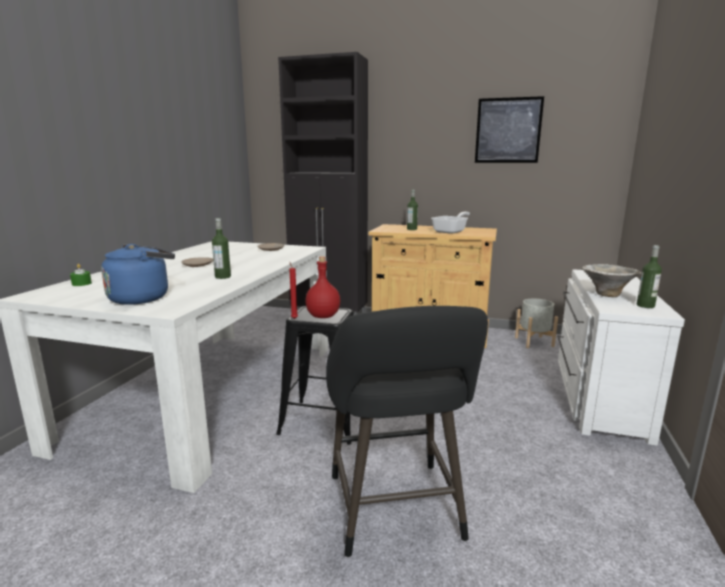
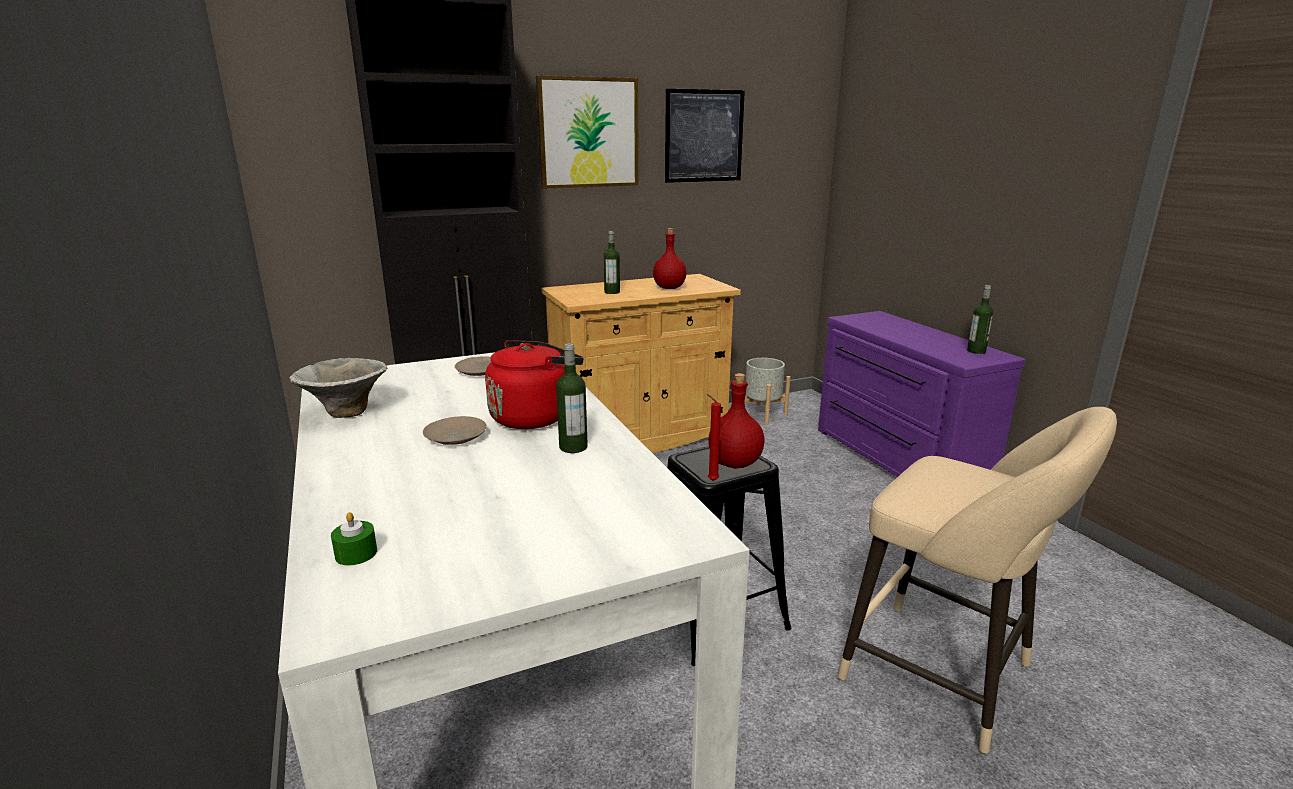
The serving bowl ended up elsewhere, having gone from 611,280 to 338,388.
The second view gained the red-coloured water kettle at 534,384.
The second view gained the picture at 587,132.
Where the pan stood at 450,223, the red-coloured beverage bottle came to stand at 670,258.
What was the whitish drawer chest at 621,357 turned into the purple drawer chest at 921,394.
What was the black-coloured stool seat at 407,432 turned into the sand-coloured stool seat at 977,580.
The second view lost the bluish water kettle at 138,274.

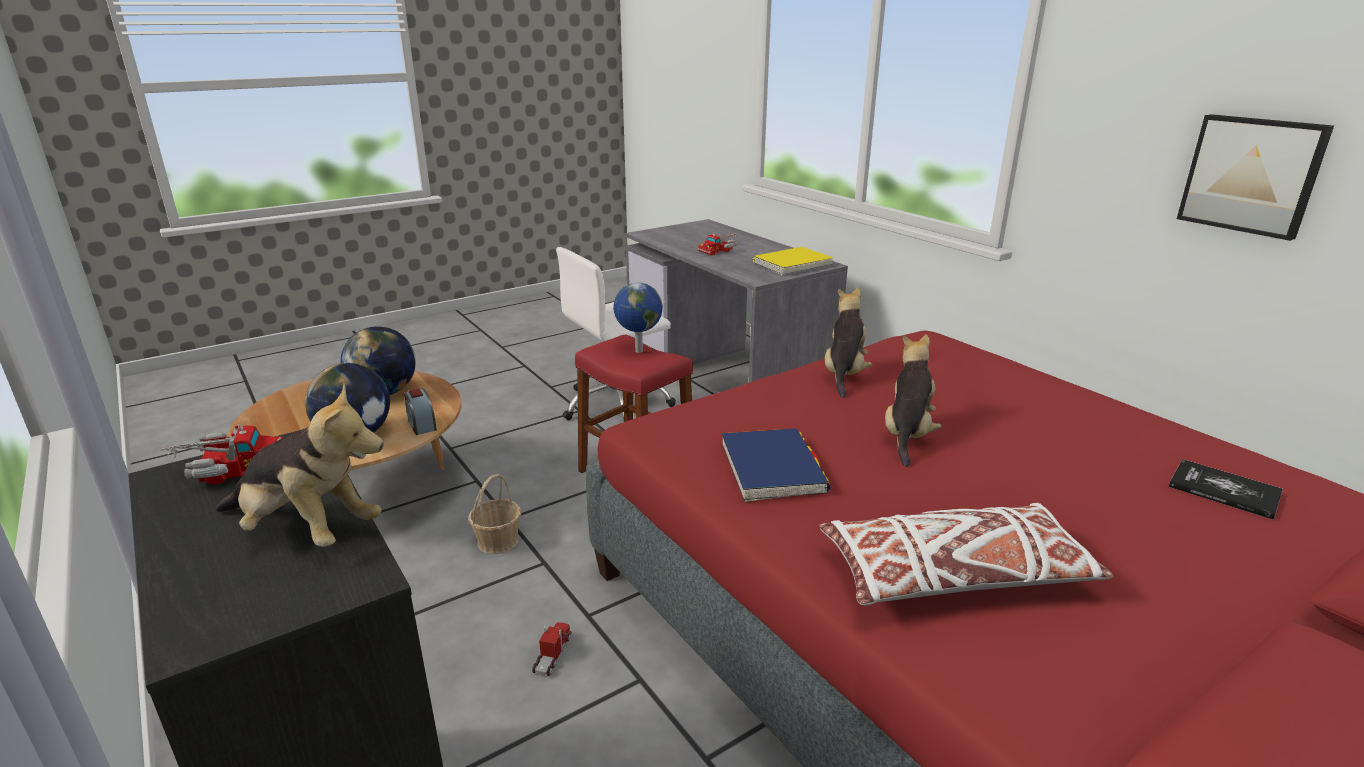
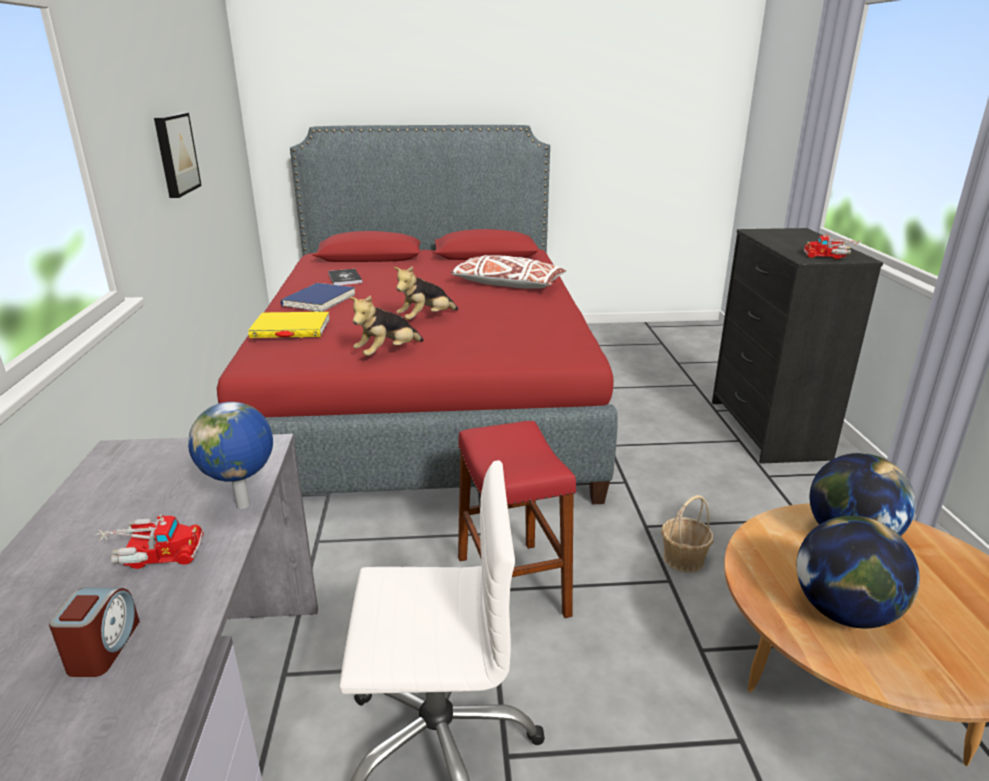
The alarm clock ended up elsewhere, having gone from 420,411 to 94,632.
The desk globe ended up elsewhere, having gone from 638,318 to 230,455.
The yellow bound book ended up elsewhere, having gone from 793,261 to 289,325.
The bluish bound book ended up elsewhere, having gone from 775,465 to 317,297.
The second view lost the plush toy at 300,465.
The second view lost the toy truck at 552,649.

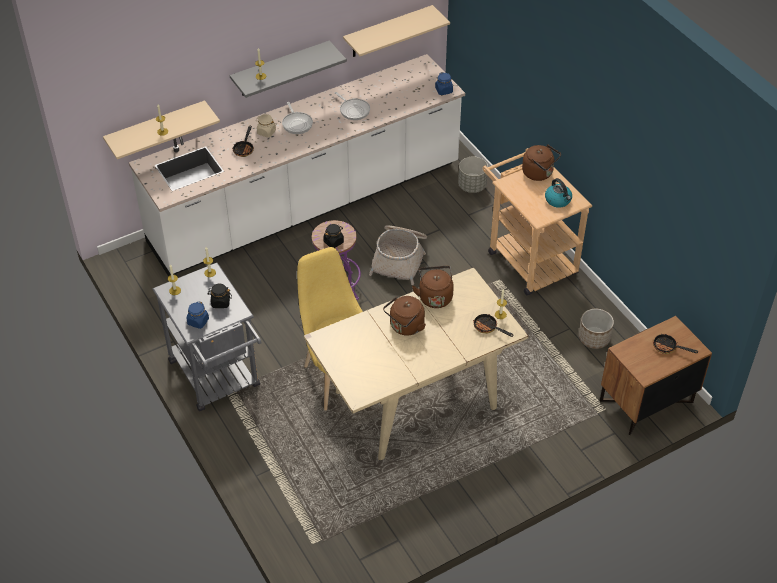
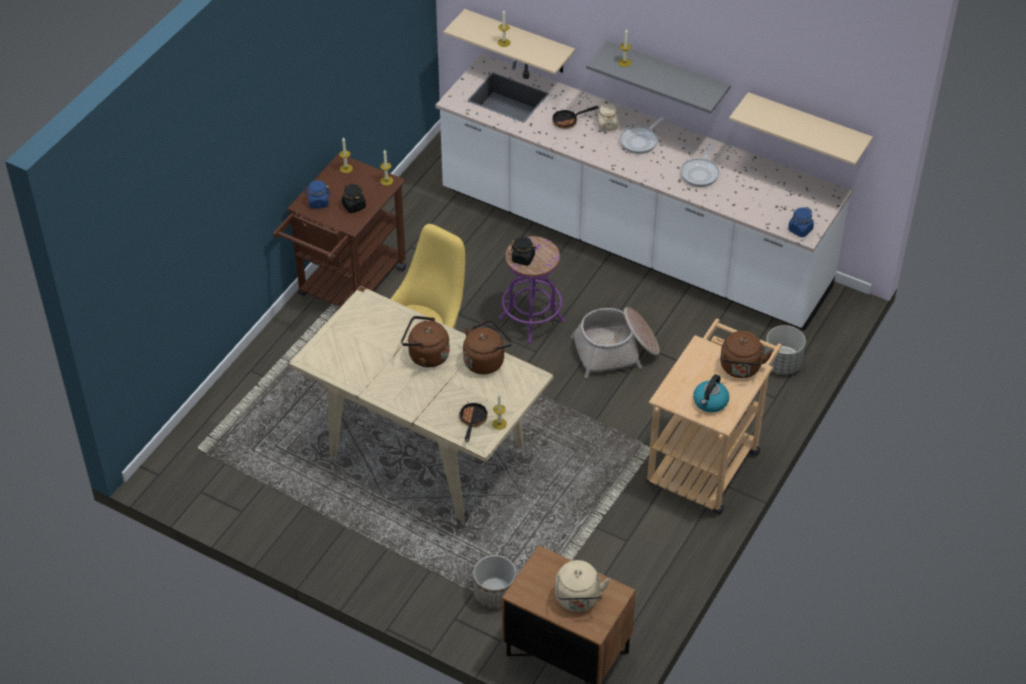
What was the grey wheeled cart at 206,337 turned into the brownish wheeled cart at 339,230.
The planter ended up elsewhere, having gone from 596,329 to 494,582.
Where the pan stood at 675,343, the sand-coloured water kettle came to stand at 582,586.

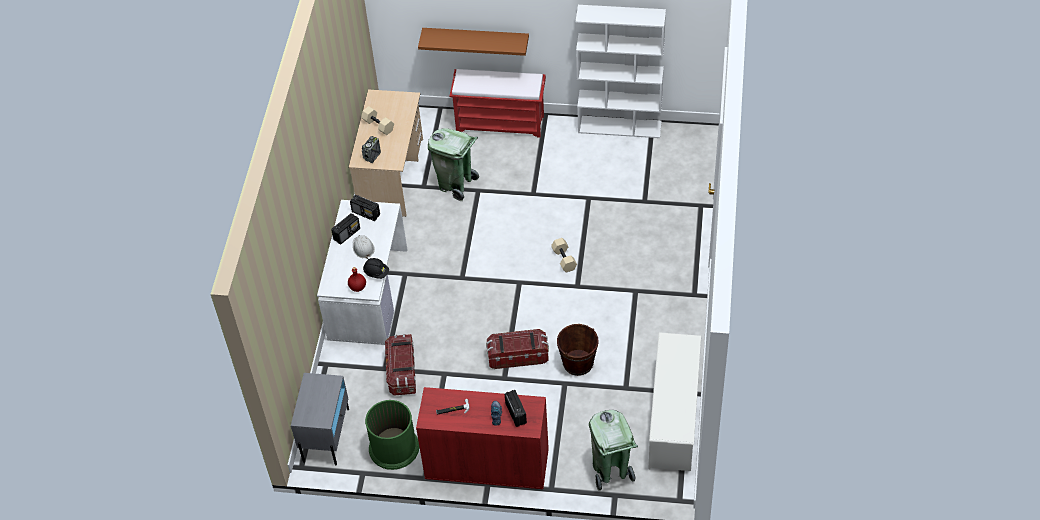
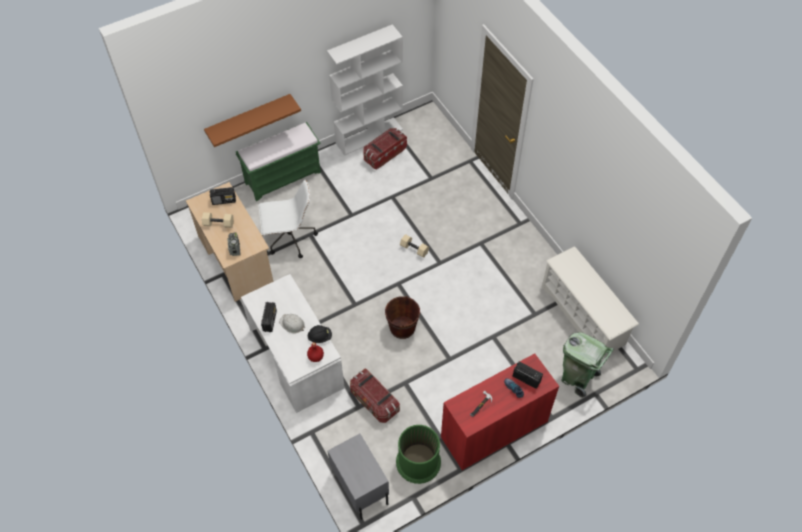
The radio ended up elsewhere, having gone from 365,208 to 223,196.
What was the red-coloured indoor bench at 497,103 turned into the greenish indoor bench at 278,161.
Where the greenish waste bin stood at 453,164, the whitish desk chair came to stand at 288,219.
The storage box ended up elsewhere, having gone from 517,349 to 385,149.
The brownish pail ended up elsewhere, having gone from 578,350 to 402,317.

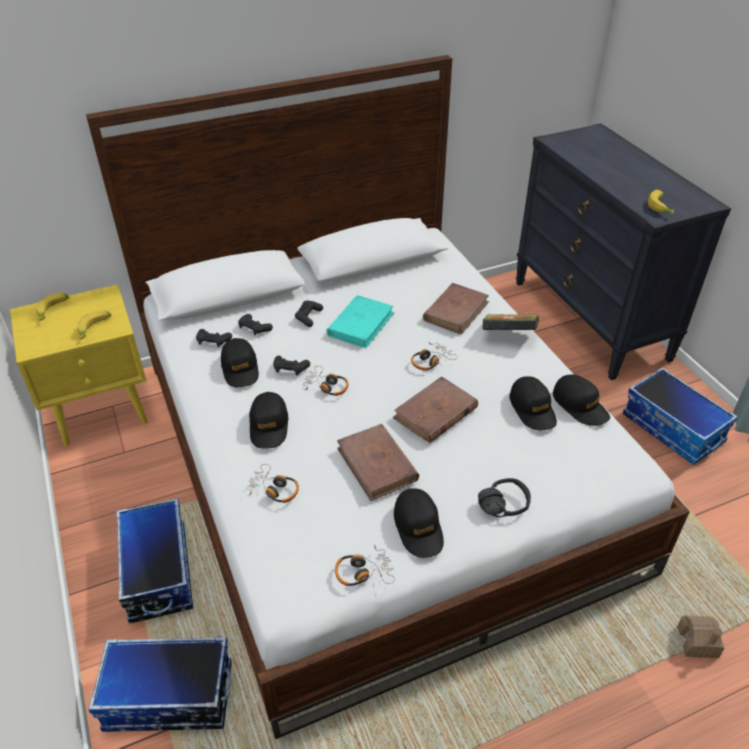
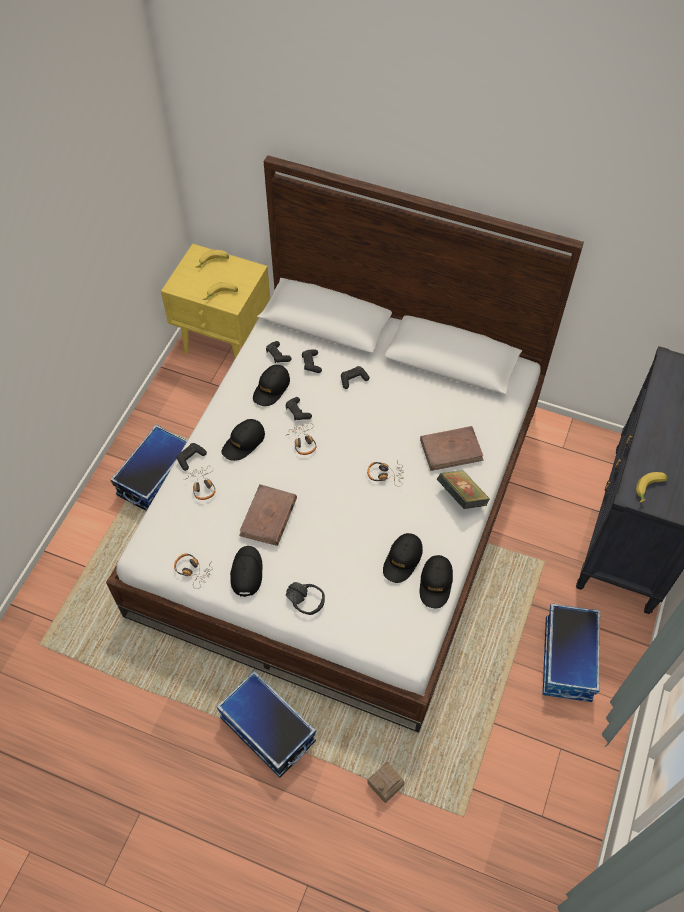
The second view gained the black-coloured game controller at 191,457.
The storage box ended up elsewhere, having gone from 160,684 to 266,724.
The black-coloured peaked cap at 419,523 ended up facing another way, 150 degrees clockwise from before.
The second view lost the turquoise bound book at 360,321.
The second view lost the brownish bound book at 435,409.

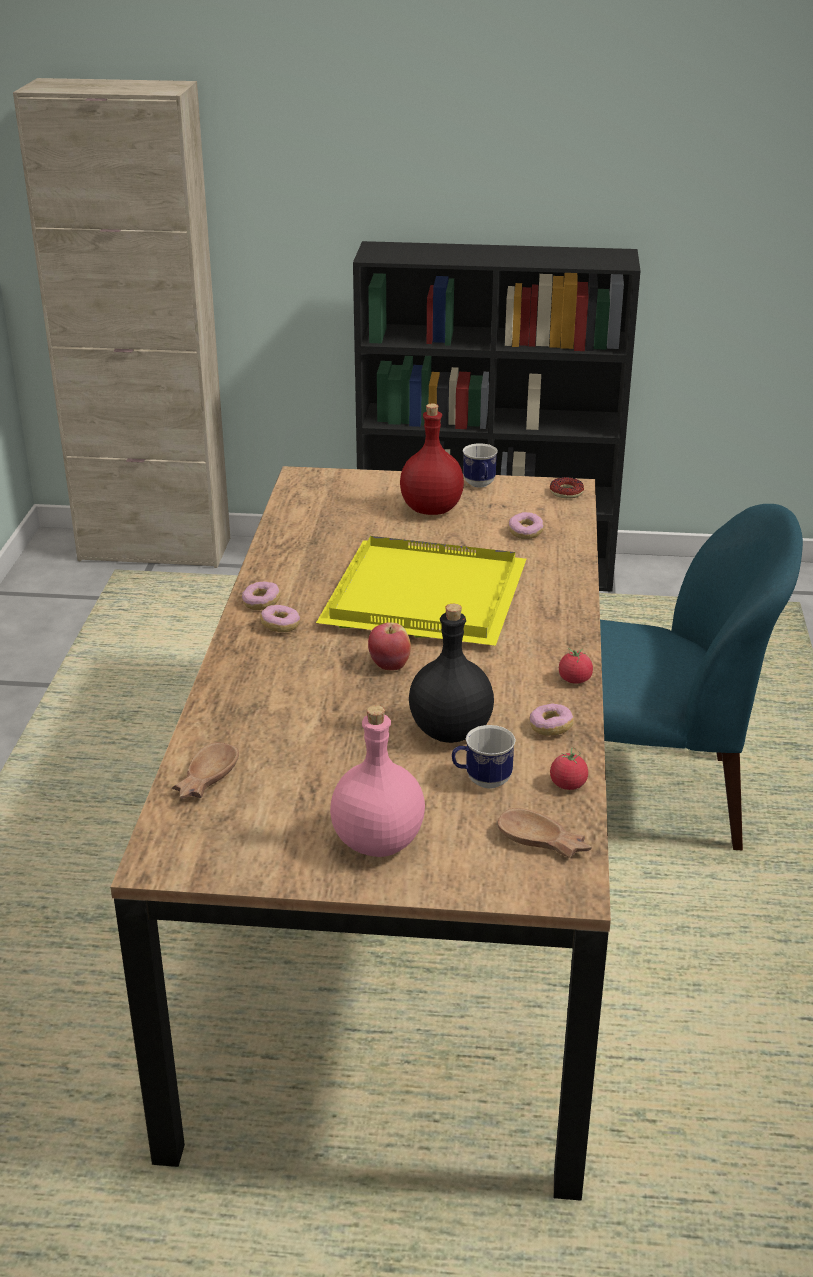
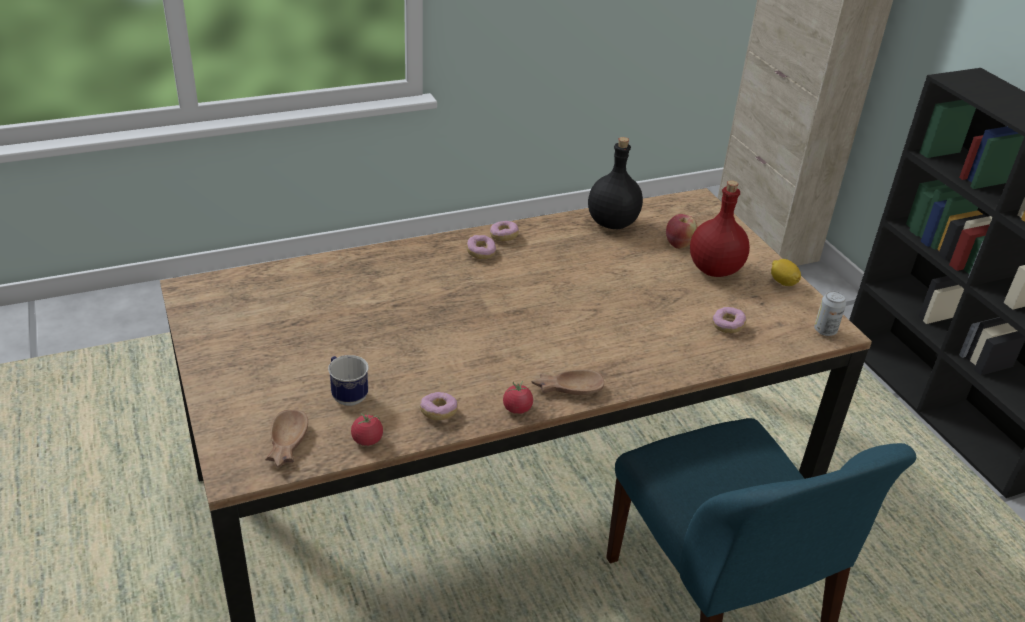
The brownish serving bowl ended up elsewhere, having gone from 205,770 to 567,382.
The black-coloured beverage bottle ended up elsewhere, having gone from 451,673 to 615,183.
The whole apple ended up elsewhere, having gone from 389,646 to 681,231.
Where the mug stood at 480,465, the lemon came to stand at 786,272.
Where the ring doughnut stood at 567,488, the sealed can came to stand at 830,313.
The second view lost the yellow carrying tray at 421,591.
The second view lost the pink beverage bottle at 377,781.

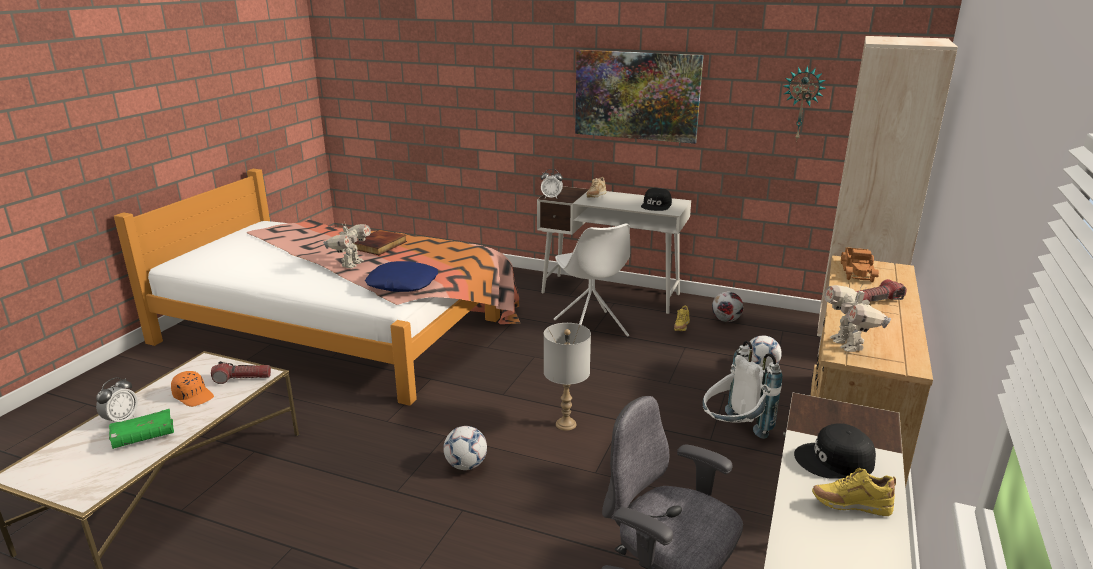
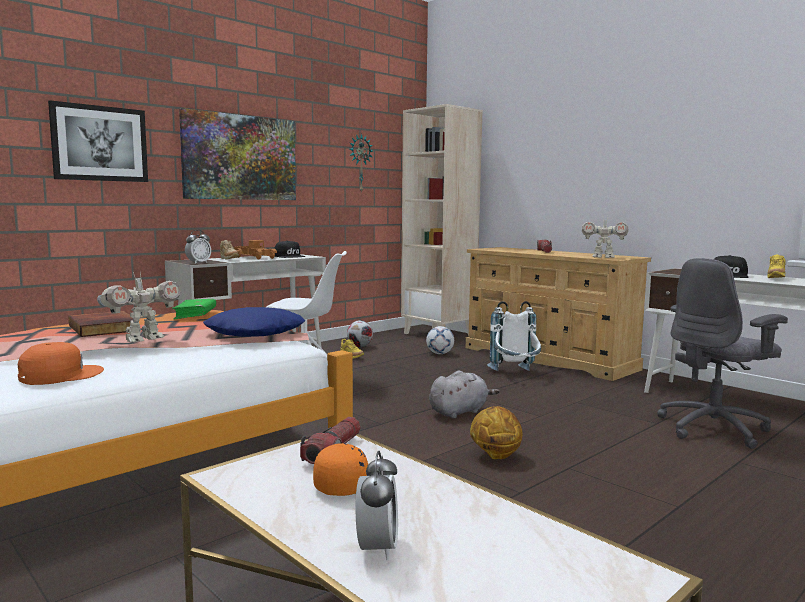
The second view gained the orange peaked cap at 61,363.
The second view gained the picture at 98,141.
The toy robot at 347,244 ended up facing another way, 90 degrees clockwise from before.
The greenish bound book ended up elsewhere, having gone from 141,429 to 194,309.
The toy truck ended up elsewhere, having gone from 860,264 to 255,250.
The alarm clock at 117,399 ended up facing another way, 45 degrees clockwise from before.
Where the grey lamp for a table stood at 567,377, the grey plush toy came to stand at 464,395.
Where the football ball stood at 465,448, the ball for basketball came to stand at 496,432.

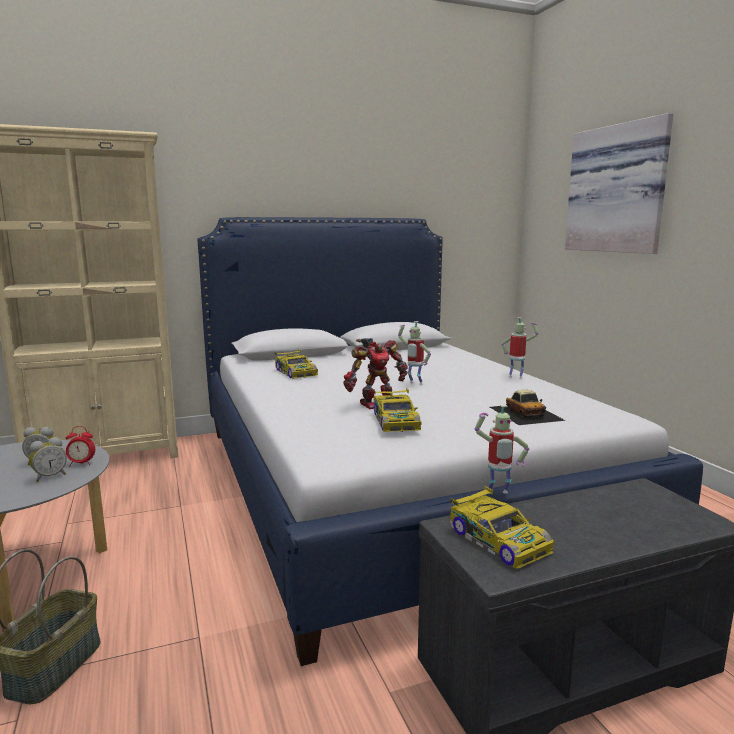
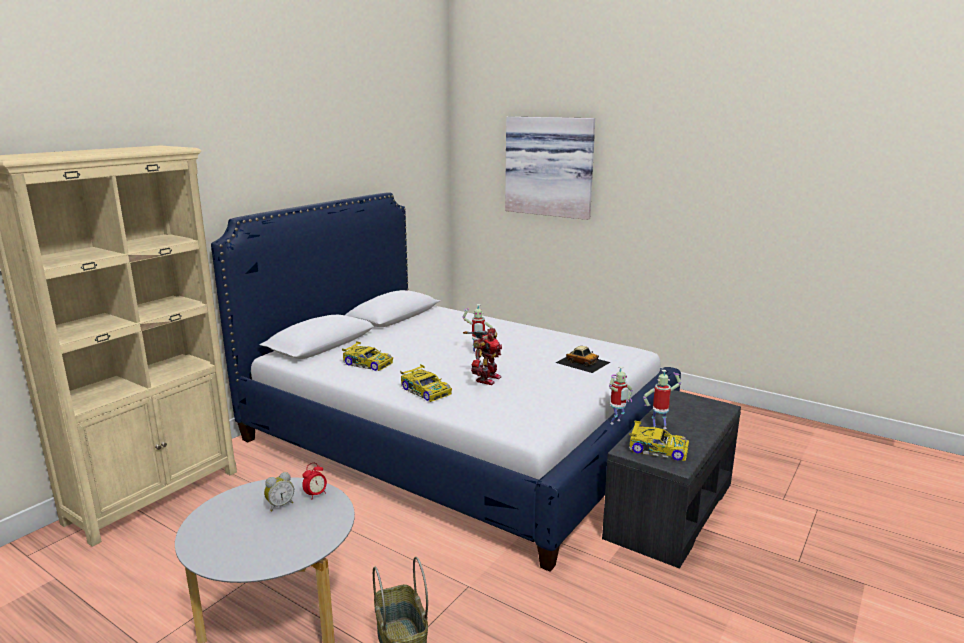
The model car ended up elsewhere, having gone from 398,410 to 426,383.
The toy robot ended up elsewhere, having gone from 519,348 to 662,399.
The second view lost the alarm clock at 48,459.

